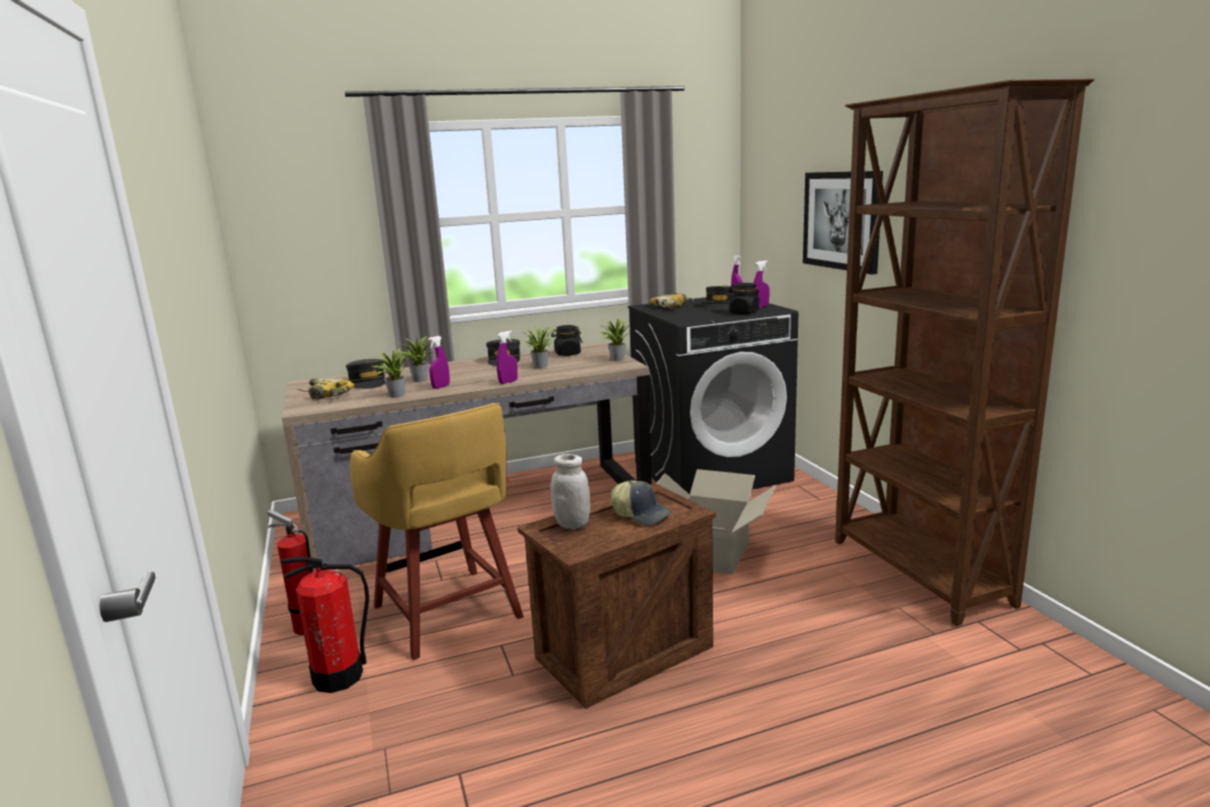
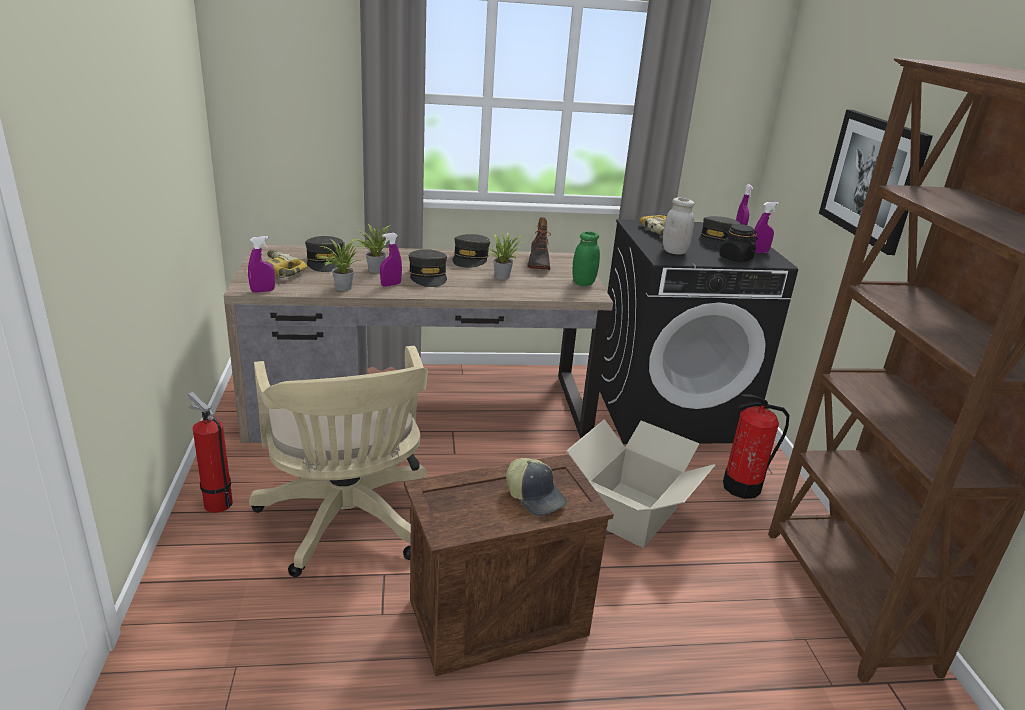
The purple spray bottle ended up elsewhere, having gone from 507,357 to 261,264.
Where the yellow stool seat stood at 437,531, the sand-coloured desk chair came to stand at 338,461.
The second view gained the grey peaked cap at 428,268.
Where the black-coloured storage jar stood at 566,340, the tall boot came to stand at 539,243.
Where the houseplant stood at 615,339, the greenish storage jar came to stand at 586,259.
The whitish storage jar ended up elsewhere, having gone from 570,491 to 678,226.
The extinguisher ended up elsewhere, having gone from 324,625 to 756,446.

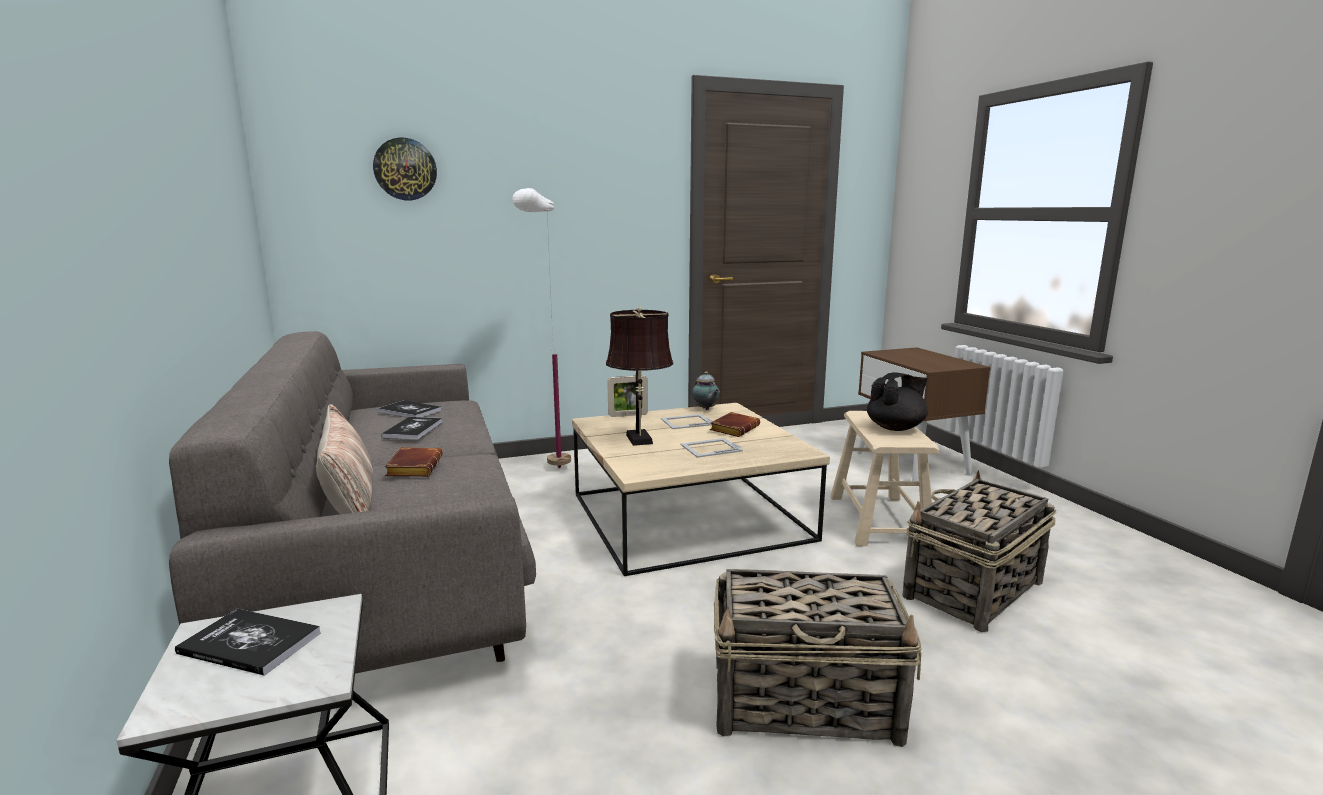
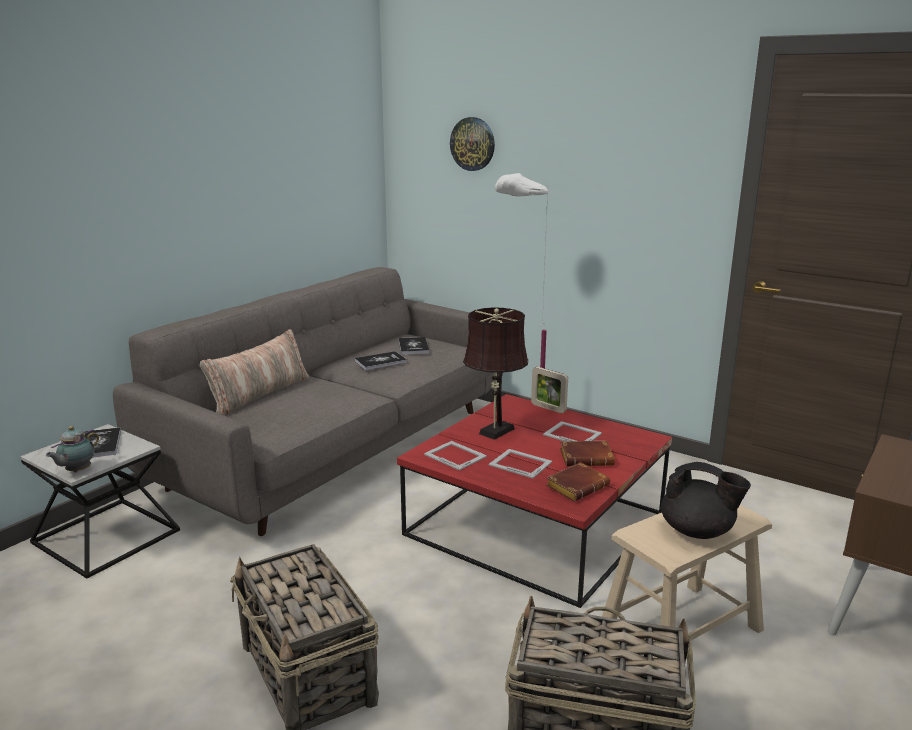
The pot for tea ended up elsewhere, having gone from 706,390 to 72,449.
What was the sand-coloured low table at 701,489 turned into the red-coloured low table at 534,501.
The second view gained the standing frame at 455,456.
The brownish bound book ended up elsewhere, having gone from 414,462 to 578,482.

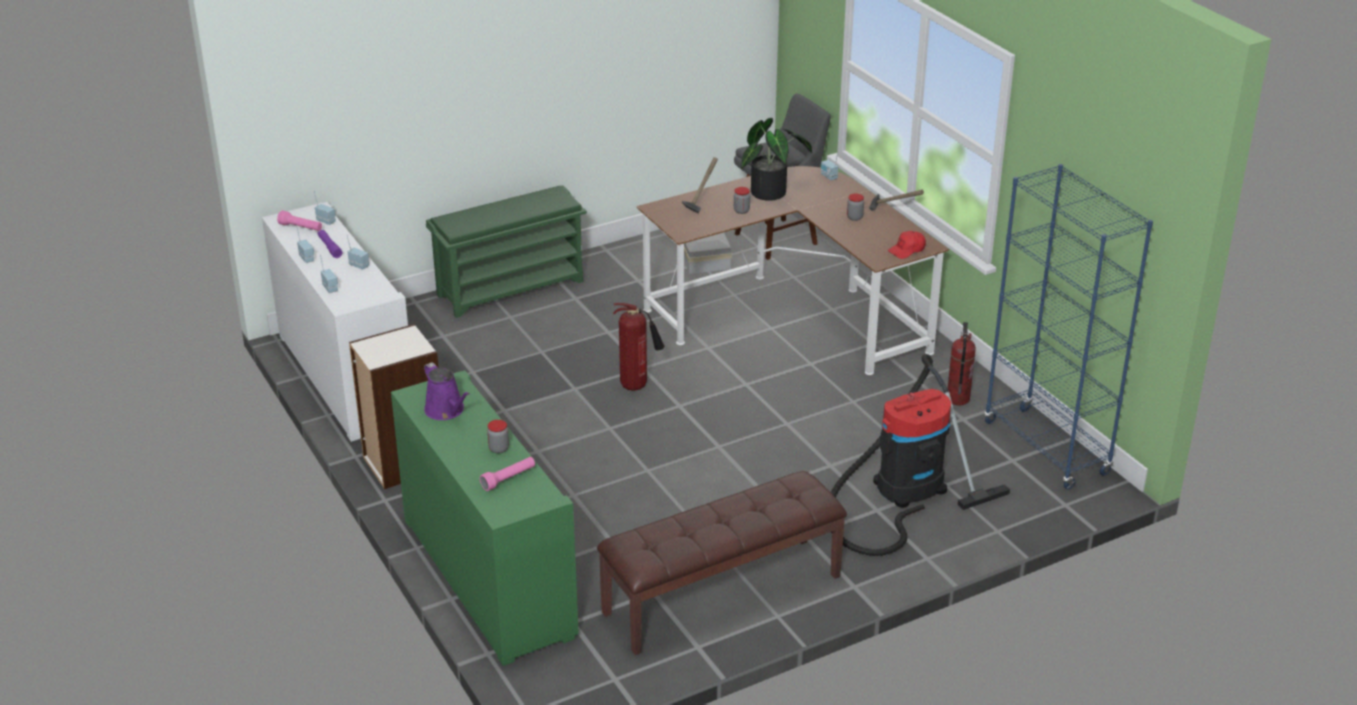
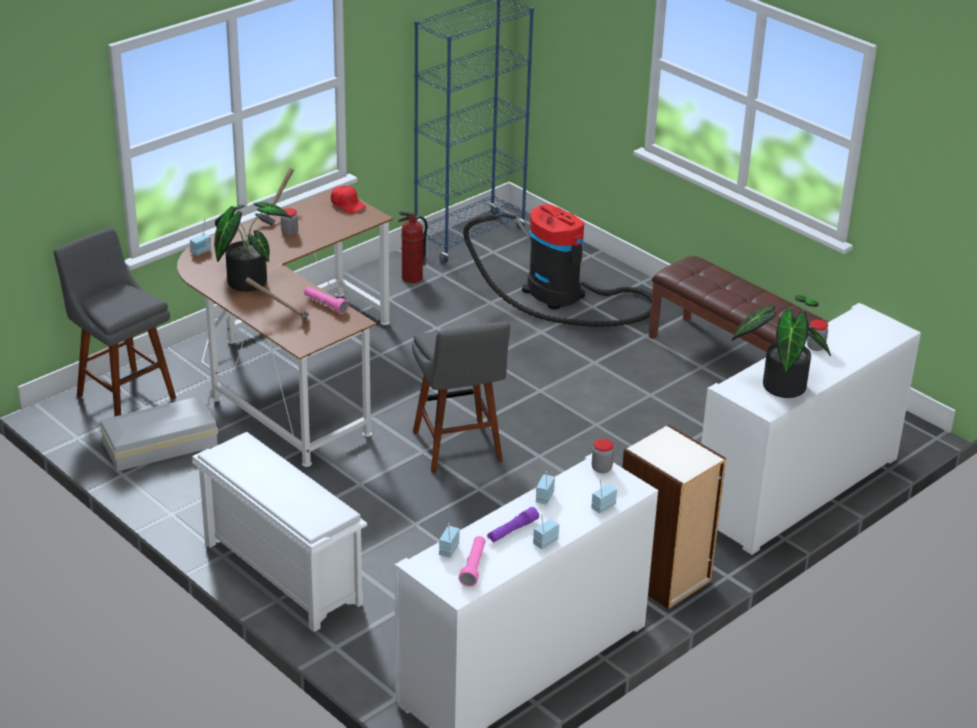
What was the greenish shoe shelf at 506,251 turned into the whitish shoe shelf at 279,532.
The pink hand torch ended up elsewhere, having gone from 507,474 to 326,300.
Where the extinguisher stood at 638,347, the grey stool seat came to stand at 461,397.
The storage jar ended up elsewhere, having gone from 742,200 to 603,456.
What was the greenish cabinet at 485,518 turned into the whitish cabinet at 811,429.
Where the purple watering pot stood at 447,391, the houseplant came to stand at 781,346.

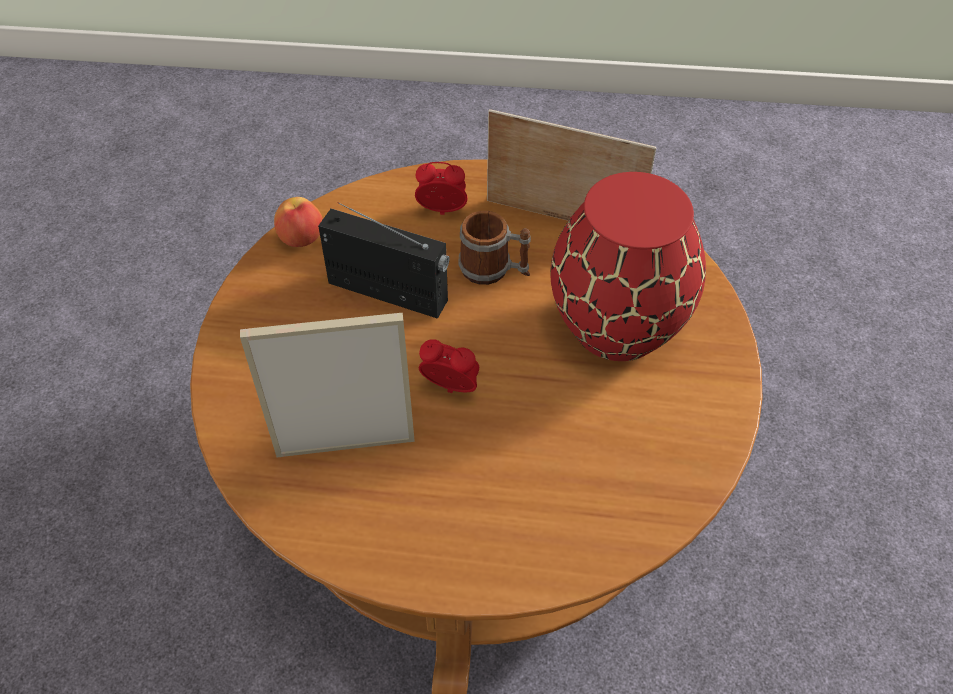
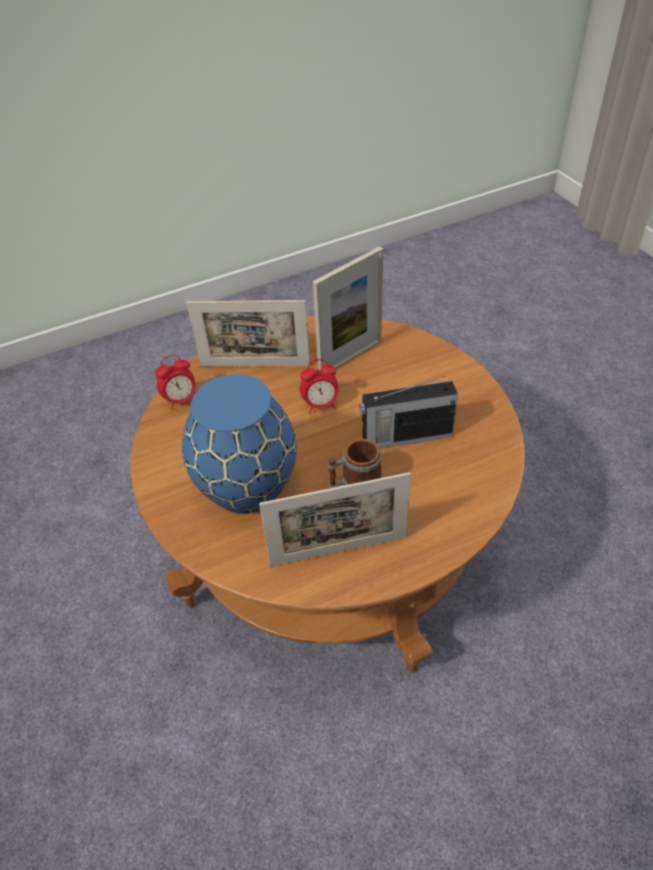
The alarm clock ended up elsewhere, having gone from 441,188 to 175,382.
What was the red-coloured vase at 628,266 turned into the bluish vase at 239,444.
The second view gained the standing frame at 248,333.
The second view lost the whole apple at 298,222.

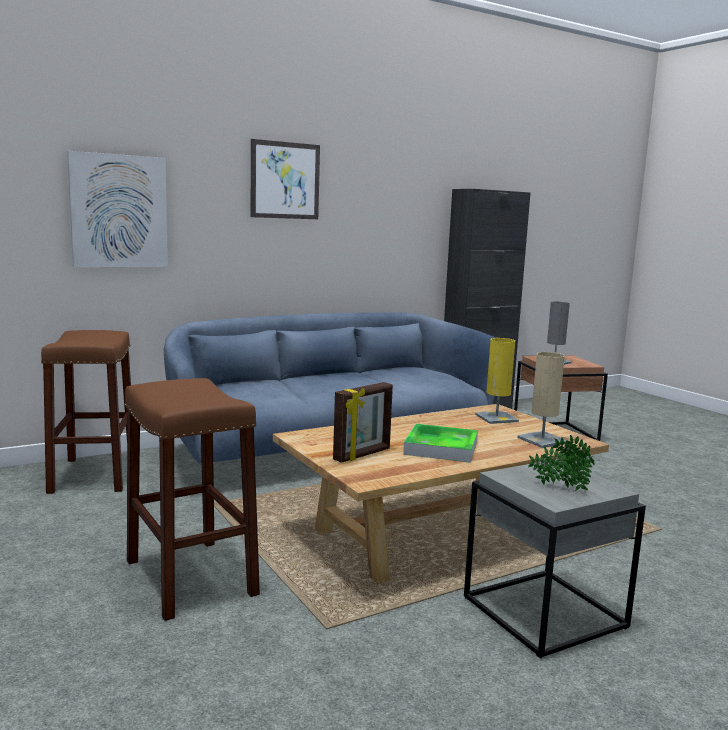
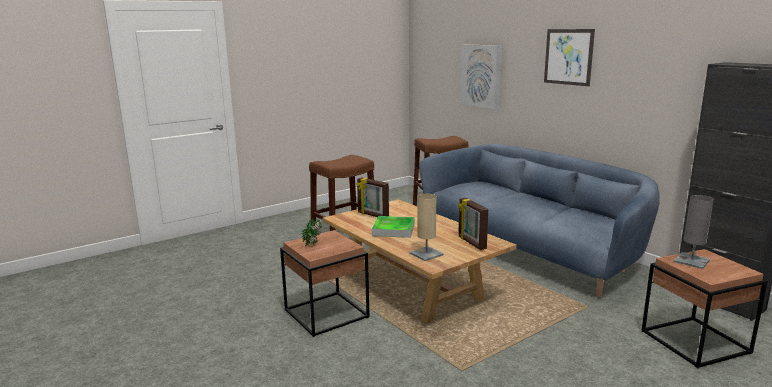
What was the grey end table at 555,559 turned into the brownish end table at 325,283.
Where the yellow lamp for a table stood at 497,381, the standing frame came to stand at 473,224.

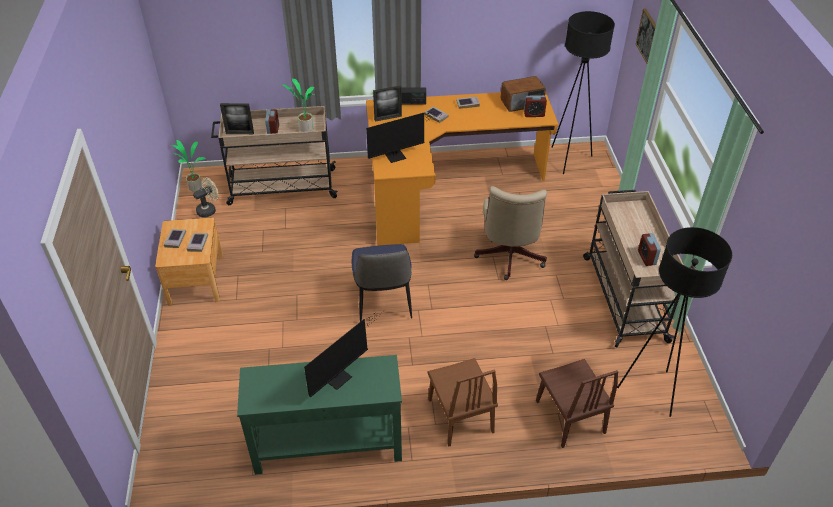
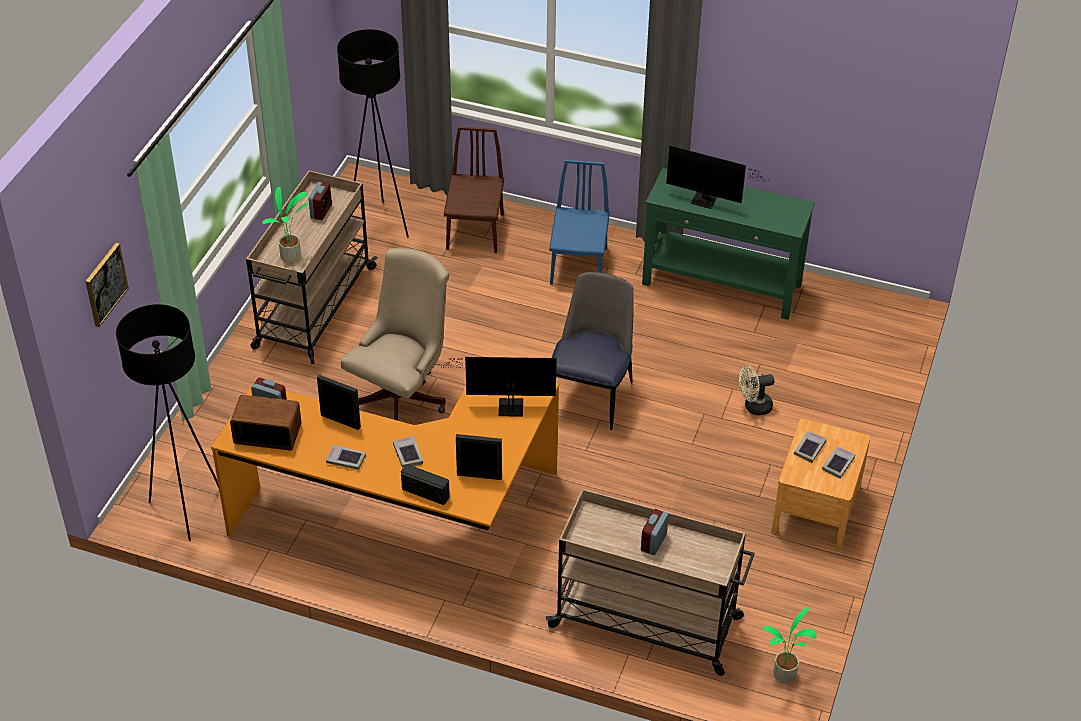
The houseplant ended up elsewhere, having gone from 299,105 to 285,224.
The standing frame ended up elsewhere, having gone from 237,118 to 339,402.
What was the brownish chair at 462,402 turned into the bluish chair at 579,222.
The computer display at 341,355 ended up facing another way, 135 degrees counterclockwise from before.
The sand-coloured fan ended up elsewhere, having gone from 206,198 to 756,390.

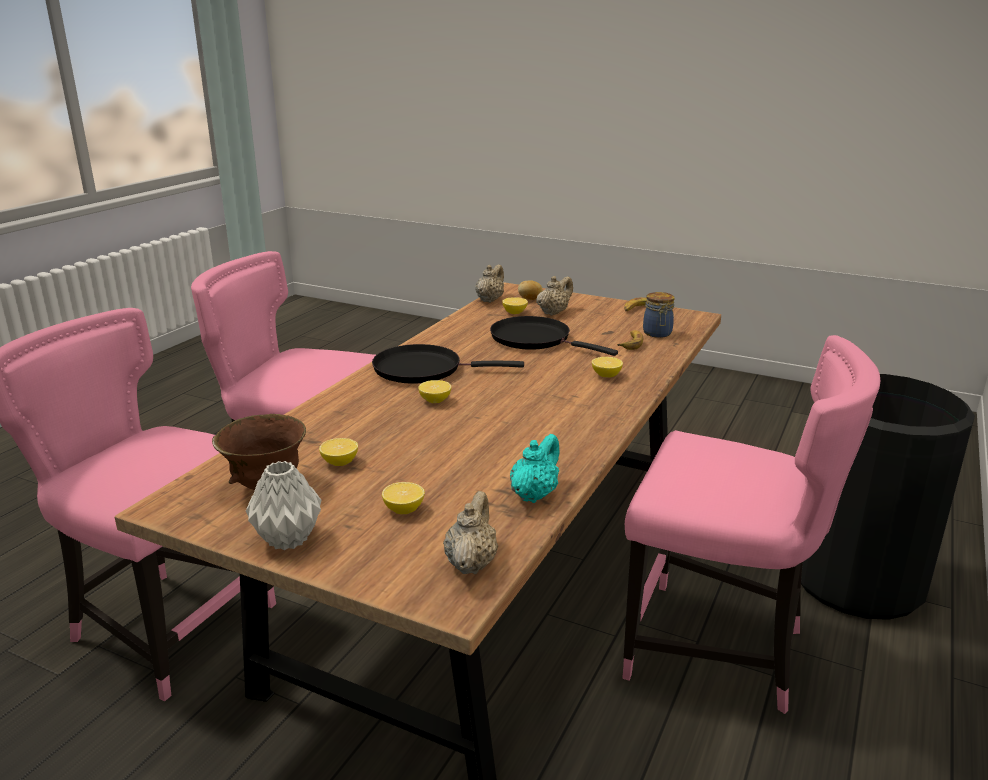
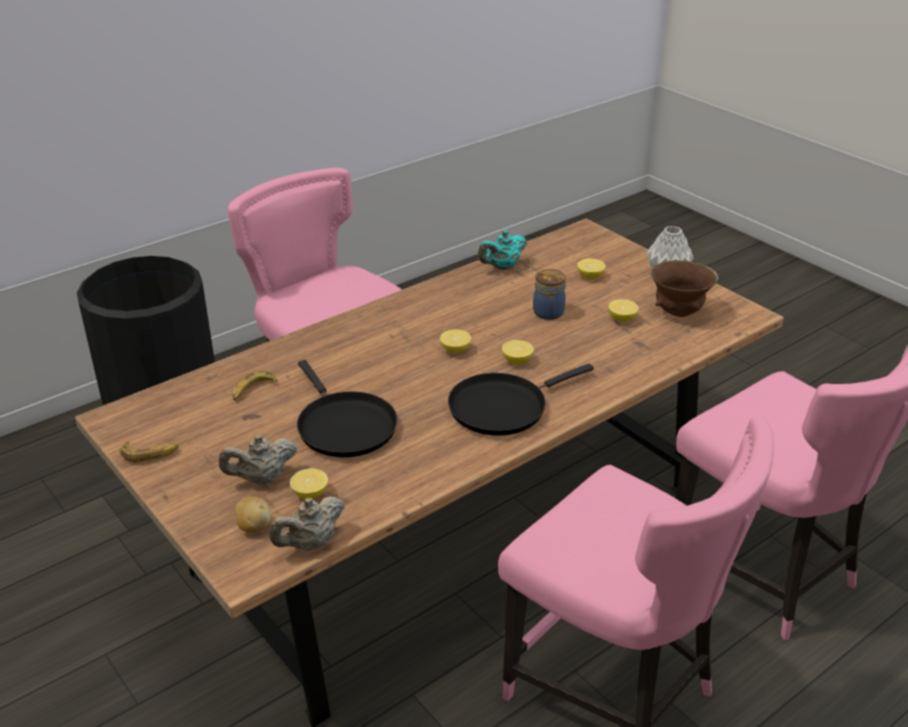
The lemon ended up elsewhere, having gone from 607,367 to 455,341.
The black-coloured pan at 448,364 ended up facing another way, 120 degrees clockwise from before.
The storage jar ended up elsewhere, having gone from 658,315 to 549,294.
The second view lost the sand-coloured pot for tea at 470,532.

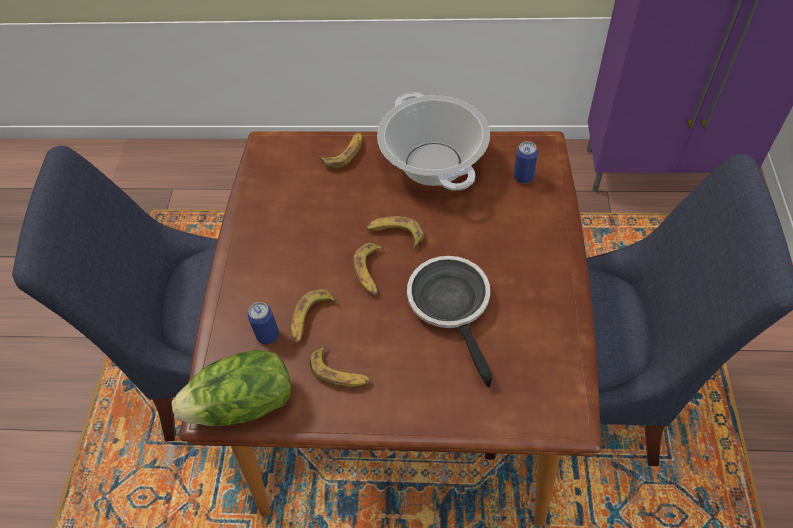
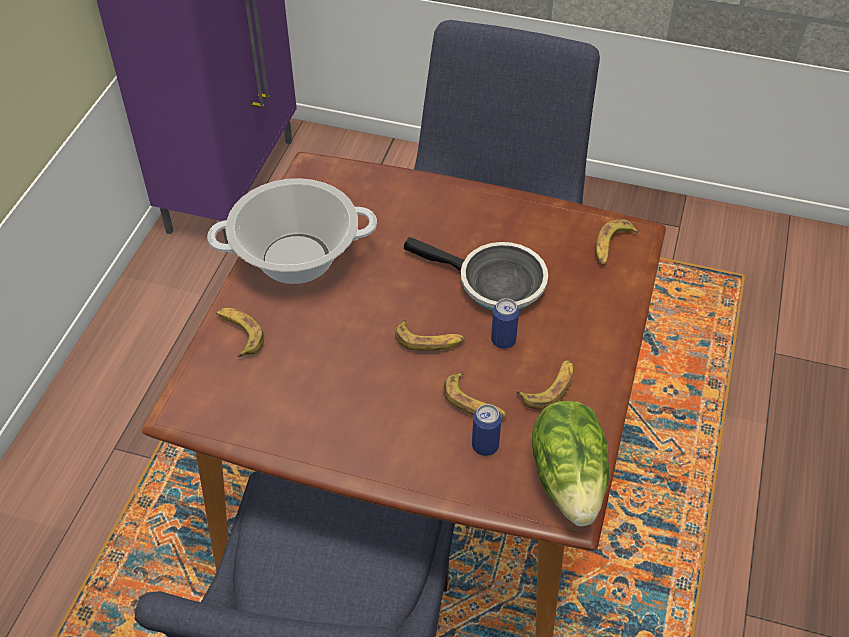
The pan at 450,321 ended up facing another way, 150 degrees counterclockwise from before.
The sealed can ended up elsewhere, having gone from 526,162 to 505,323.
The whole banana ended up elsewhere, having gone from 395,232 to 618,242.

